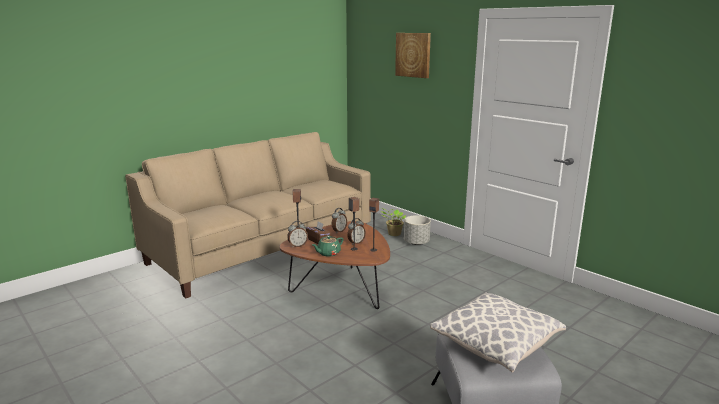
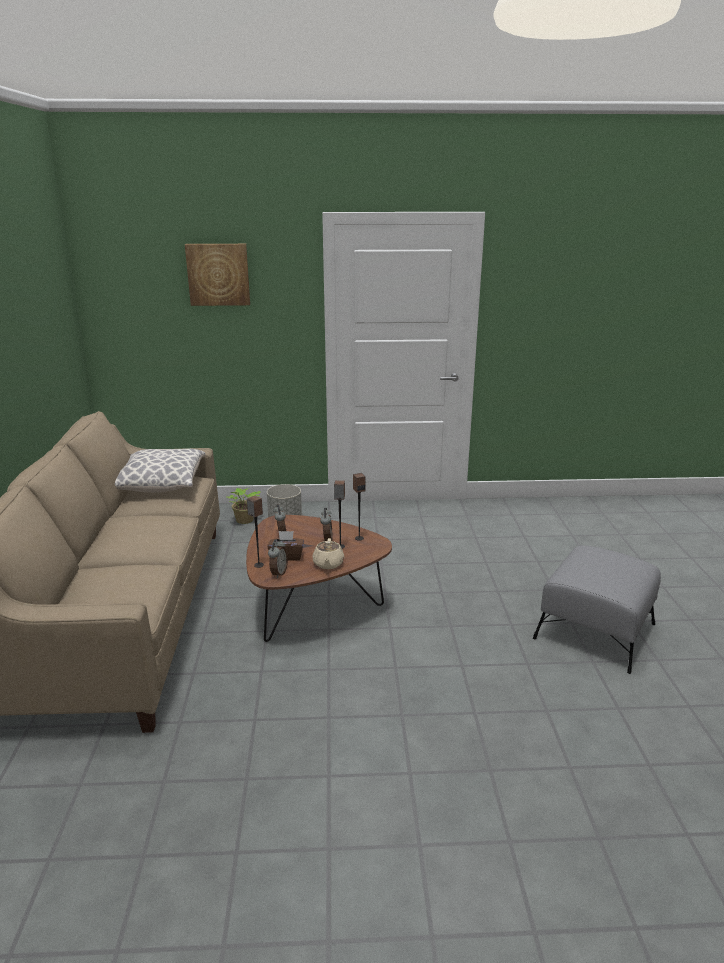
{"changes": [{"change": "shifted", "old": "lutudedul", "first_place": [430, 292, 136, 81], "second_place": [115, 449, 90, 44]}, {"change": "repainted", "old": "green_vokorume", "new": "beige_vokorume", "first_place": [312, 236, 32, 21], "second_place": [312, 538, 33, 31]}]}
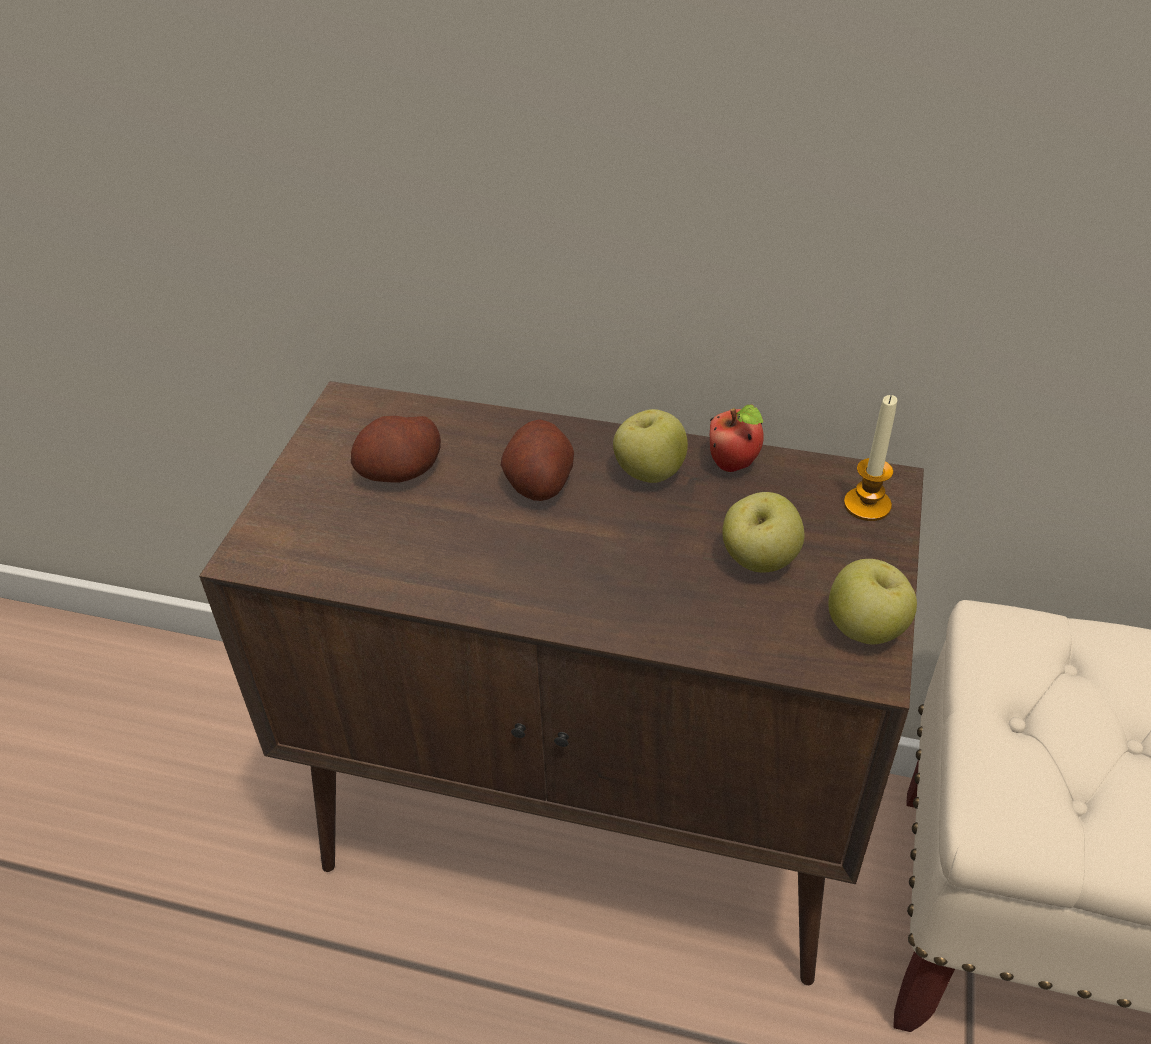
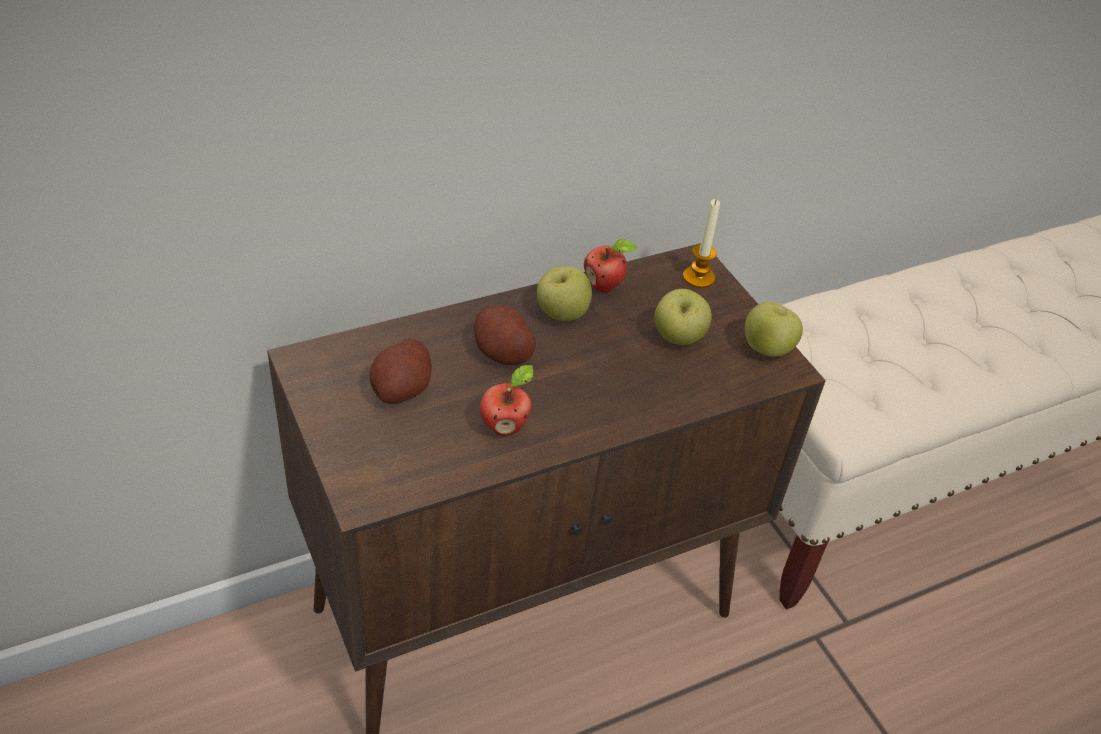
{"changes": [{"change": "new", "new": "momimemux", "second_place": [480, 365, 53, 71]}]}
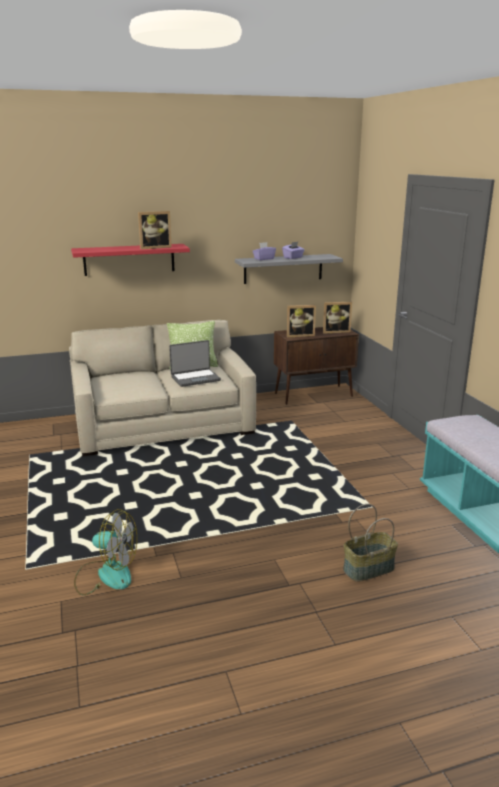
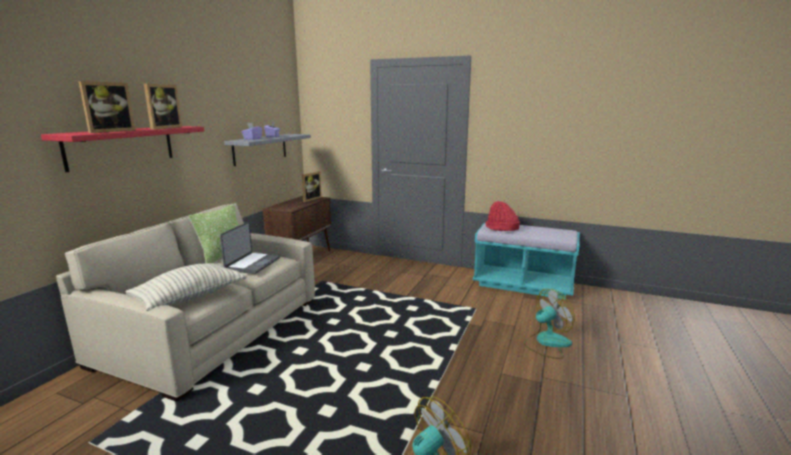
{"changes": [{"change": "shifted", "old": "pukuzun", "first_place": [287, 305, 29, 32], "second_place": [79, 81, 57, 52]}, {"change": "new", "new": "lutudedul", "second_place": [125, 263, 122, 48]}, {"change": "new", "new": "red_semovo", "second_place": [486, 201, 34, 30]}, {"change": "swapped", "old": "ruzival", "new": "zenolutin", "first_place": [343, 504, 55, 78], "second_place": [524, 289, 51, 70]}]}
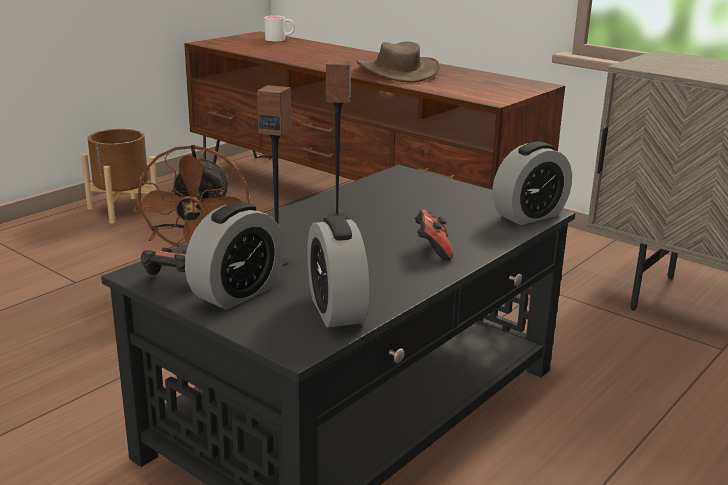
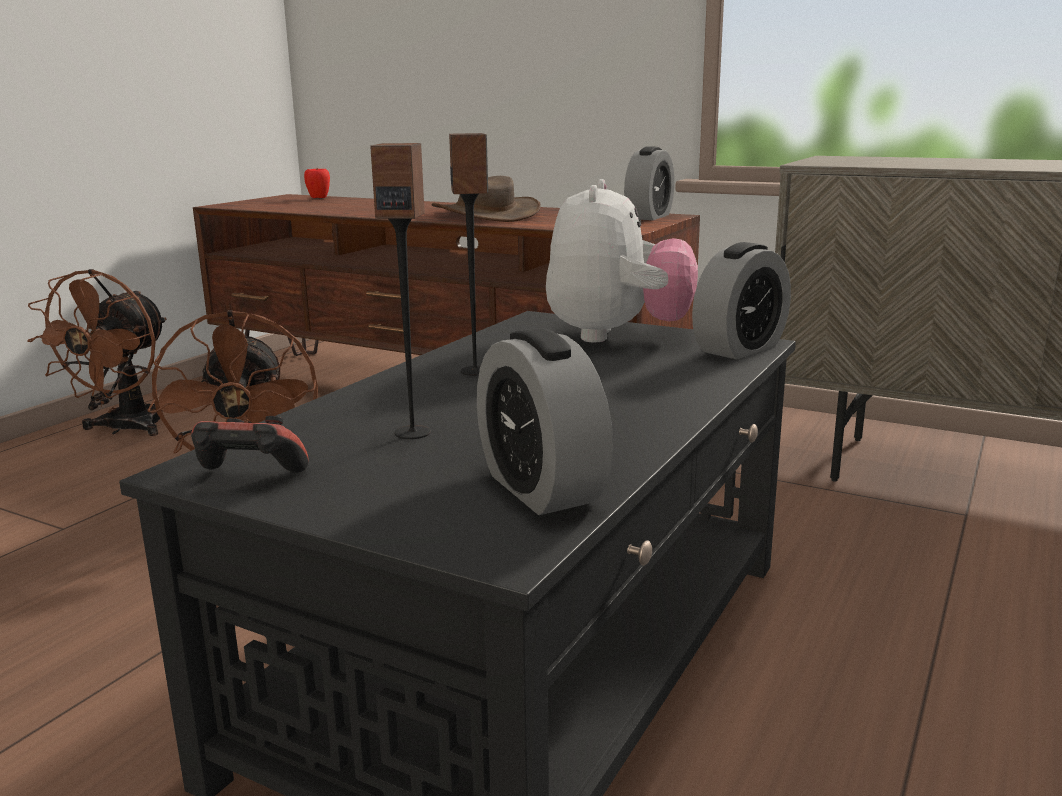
{"changes": [{"change": "swapped", "old": "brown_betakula", "new": "brown_zenolutin", "first_place": [81, 129, 77, 95], "second_place": [27, 269, 140, 167]}, {"change": "swapped", "old": "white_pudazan", "new": "momimemux", "first_place": [265, 16, 30, 25], "second_place": [304, 168, 26, 30]}, {"change": "new", "new": "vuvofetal", "second_place": [546, 179, 152, 163]}, {"change": "shifted", "old": "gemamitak", "first_place": [185, 202, 99, 108], "second_place": [624, 146, 50, 74]}, {"change": "gone", "old": "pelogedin", "first_place": [415, 209, 38, 51]}]}
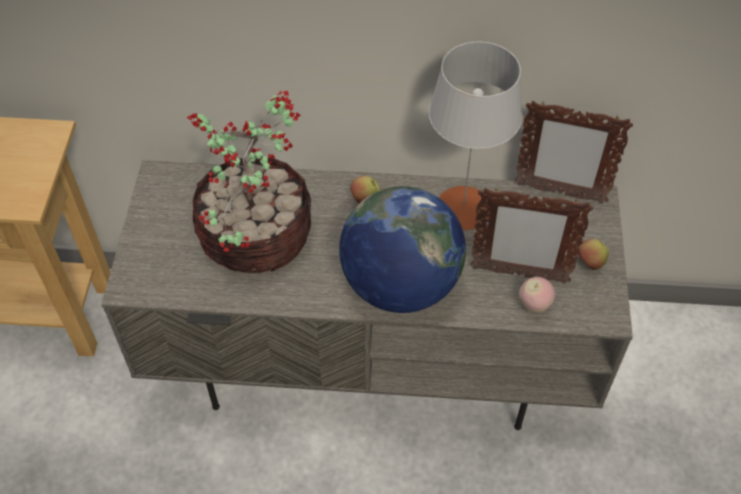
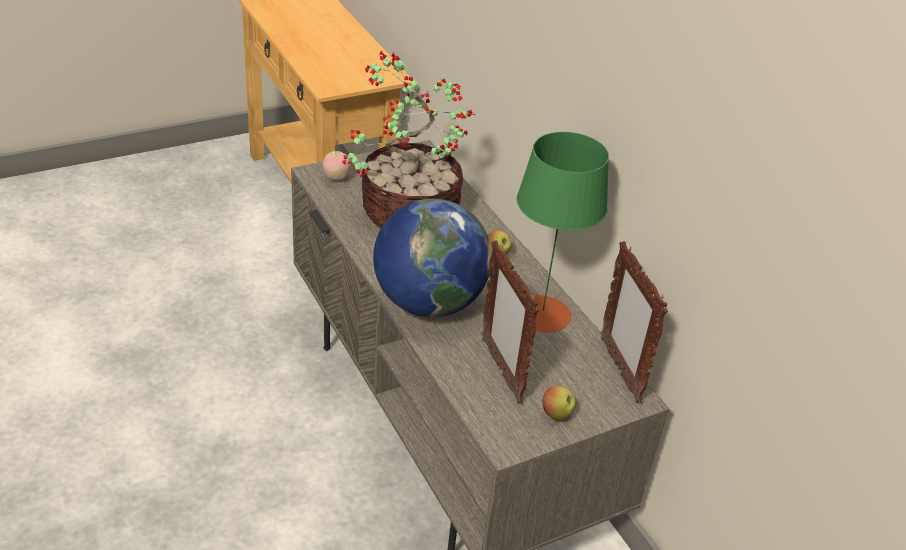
{"changes": [{"change": "shifted", "old": "momimemux", "first_place": [519, 277, 36, 36], "second_place": [322, 151, 29, 30]}, {"change": "repainted", "old": "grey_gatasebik", "new": "green_gatasebik", "first_place": [429, 42, 93, 188], "second_place": [517, 132, 92, 201]}]}
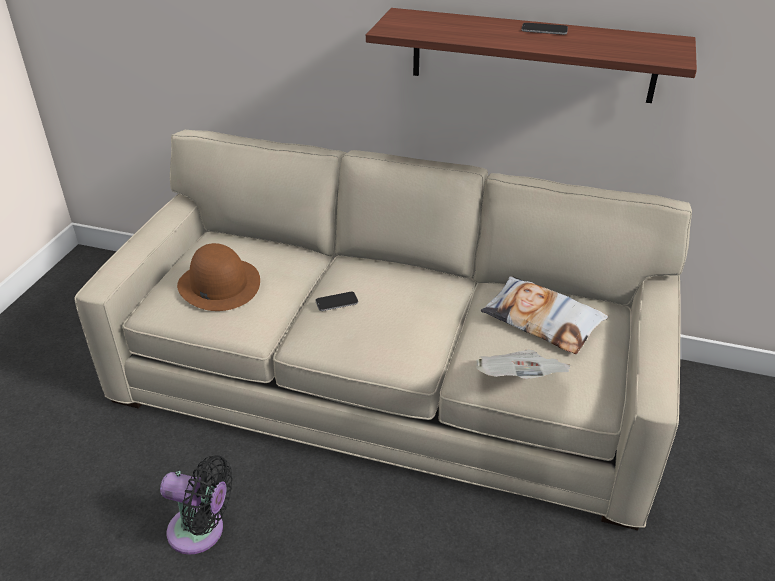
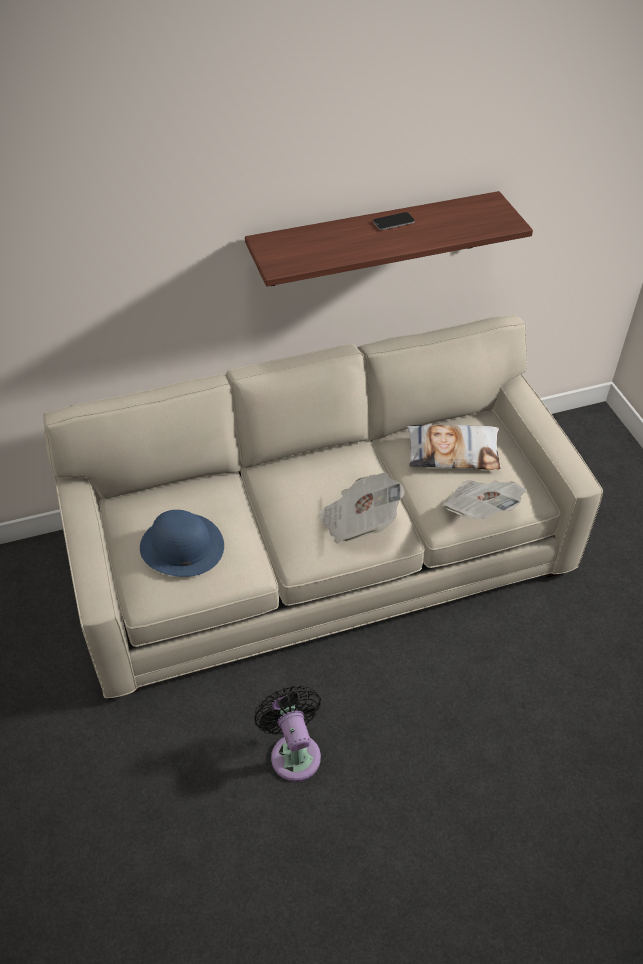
{"changes": [{"change": "repainted", "old": "brown_semovo", "new": "blue_semovo", "first_place": [177, 243, 83, 68], "second_place": [140, 510, 84, 67]}, {"change": "rotated", "old": "black_zenolutin", "first_place": [160, 455, 73, 100], "second_place": [254, 686, 67, 96], "degrees": -90}, {"change": "new", "new": "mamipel", "second_place": [319, 472, 86, 72]}, {"change": "gone", "old": "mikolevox", "first_place": [315, 292, 43, 19]}]}
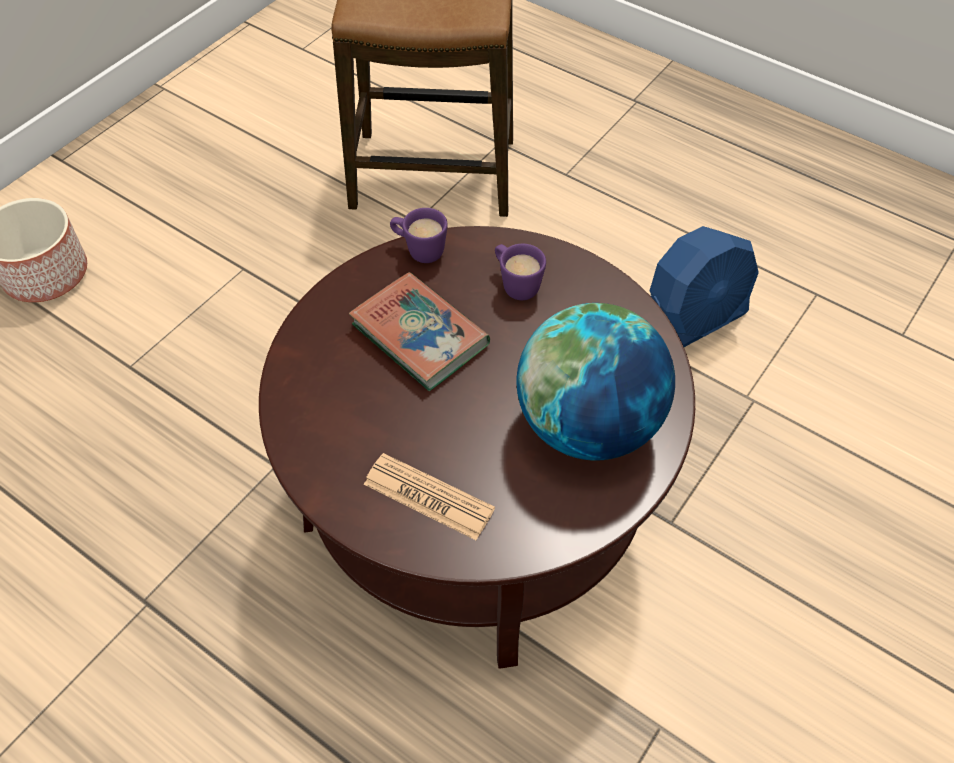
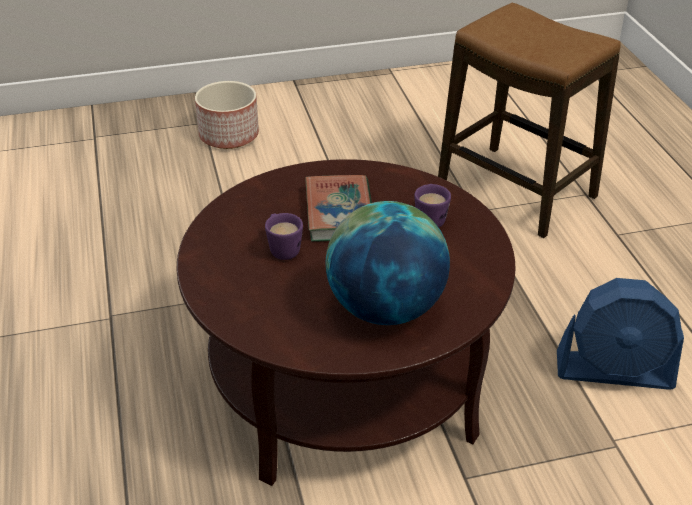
{"changes": [{"change": "shifted", "old": "purple_pudazan", "first_place": [390, 208, 58, 55], "second_place": [265, 213, 38, 47]}, {"change": "gone", "old": "mamipel", "first_place": [364, 453, 131, 87]}]}
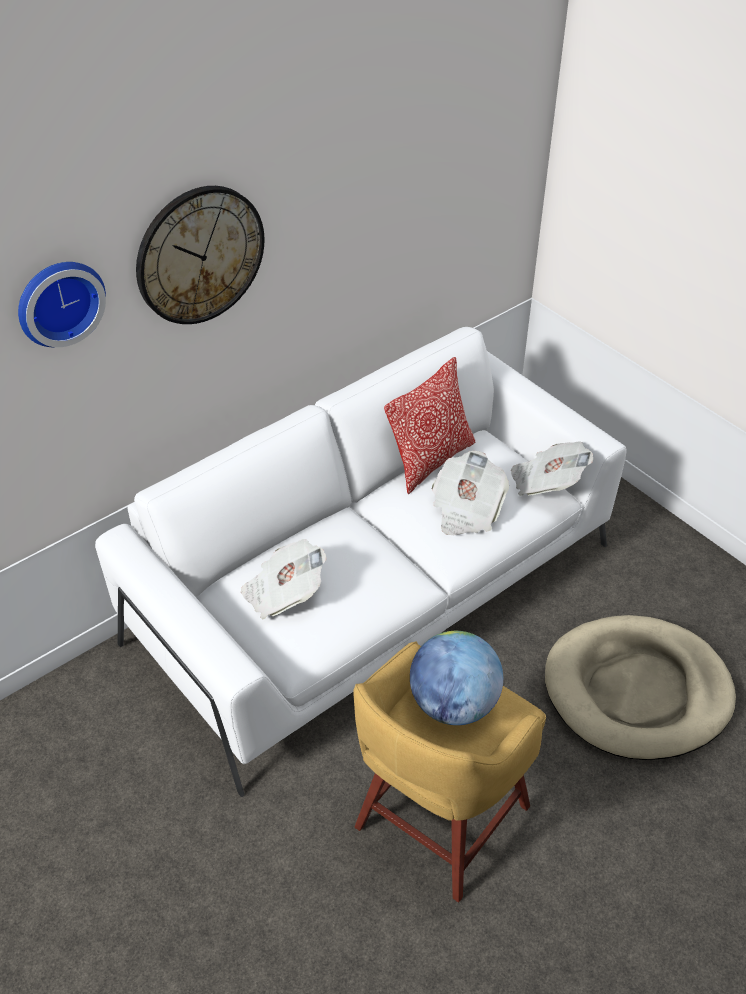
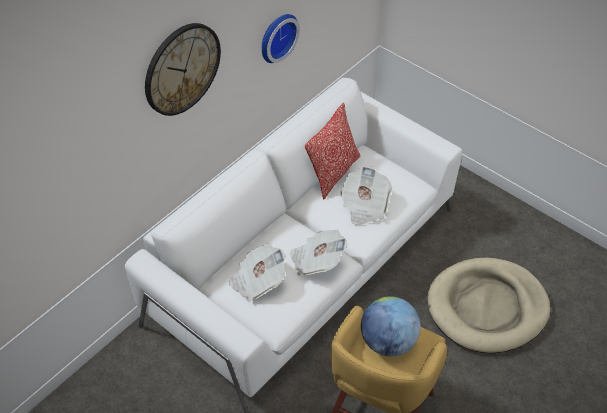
{"changes": [{"change": "shifted", "old": "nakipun", "first_place": [18, 262, 88, 85], "second_place": [262, 14, 38, 49]}, {"change": "shifted", "old": "mamipel", "first_place": [511, 441, 82, 55], "second_place": [290, 229, 57, 47]}]}
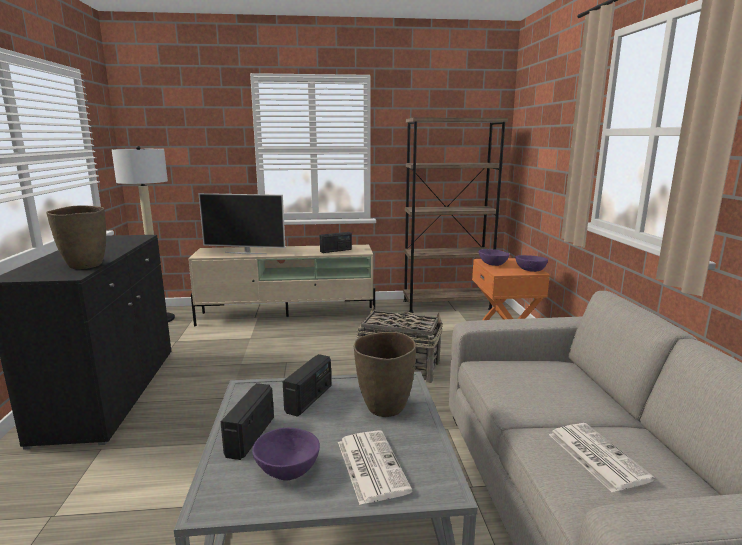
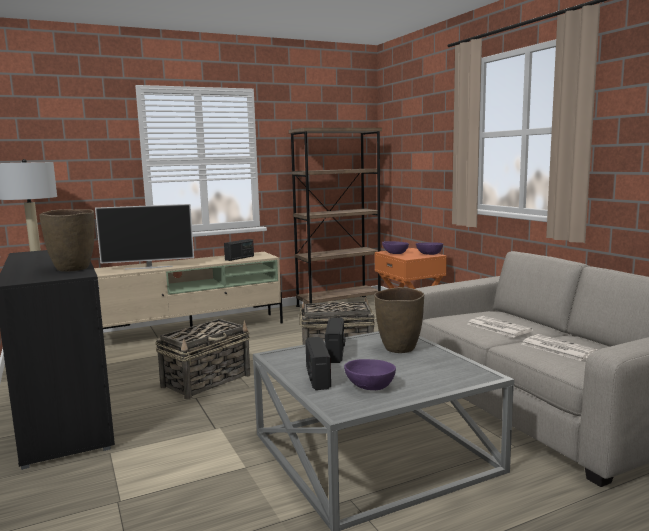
{"changes": [{"change": "new", "new": "ruzival", "second_place": [155, 319, 95, 81]}, {"change": "shifted", "old": "mamipel", "first_place": [338, 430, 74, 75], "second_place": [468, 316, 65, 21]}]}
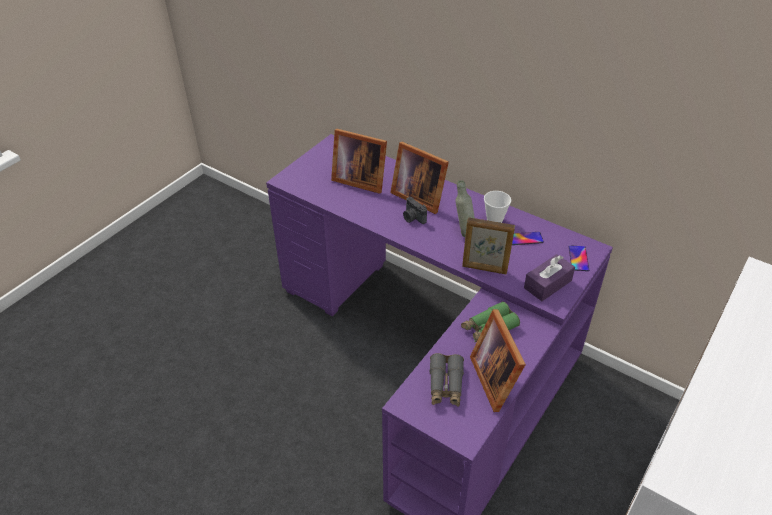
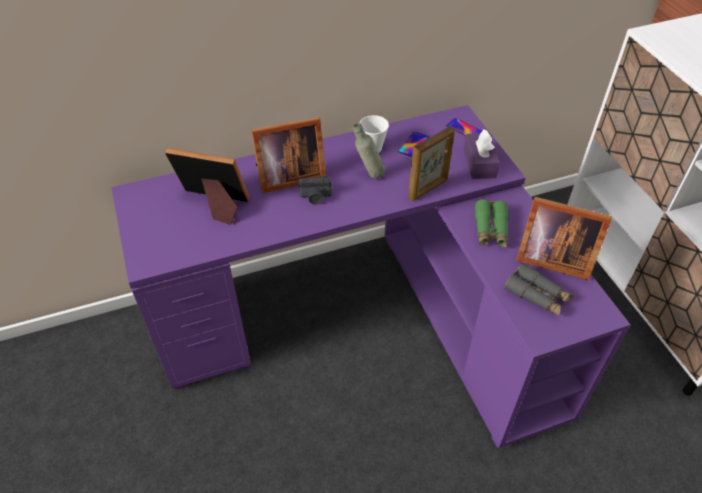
{"changes": [{"change": "rotated", "old": "pukuzun", "first_place": [331, 129, 56, 65], "second_place": [165, 148, 85, 77], "degrees": -135}]}
